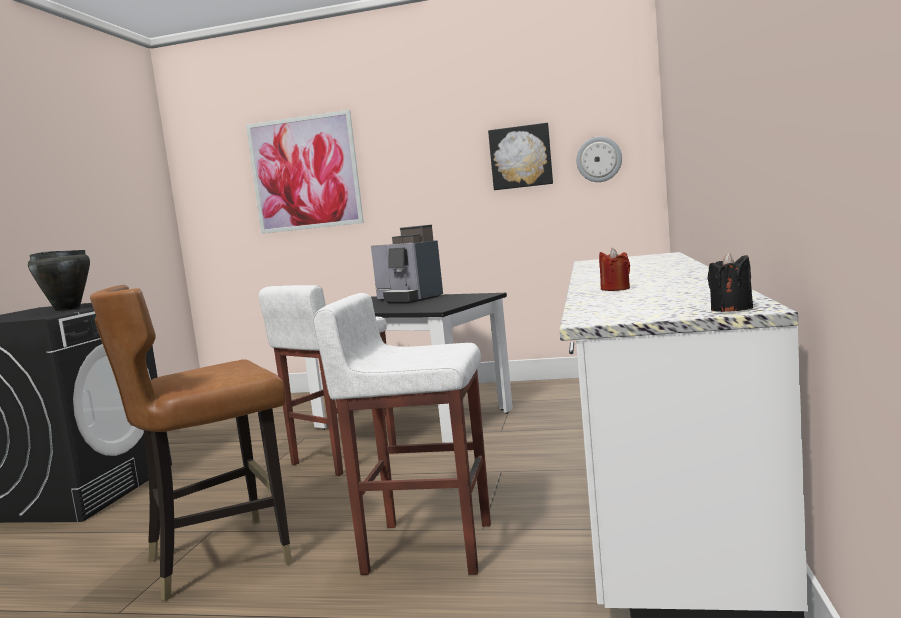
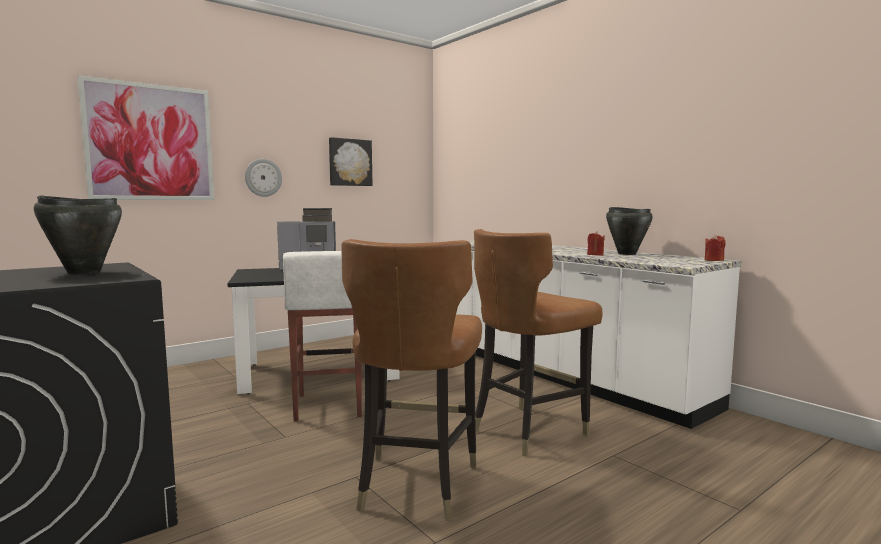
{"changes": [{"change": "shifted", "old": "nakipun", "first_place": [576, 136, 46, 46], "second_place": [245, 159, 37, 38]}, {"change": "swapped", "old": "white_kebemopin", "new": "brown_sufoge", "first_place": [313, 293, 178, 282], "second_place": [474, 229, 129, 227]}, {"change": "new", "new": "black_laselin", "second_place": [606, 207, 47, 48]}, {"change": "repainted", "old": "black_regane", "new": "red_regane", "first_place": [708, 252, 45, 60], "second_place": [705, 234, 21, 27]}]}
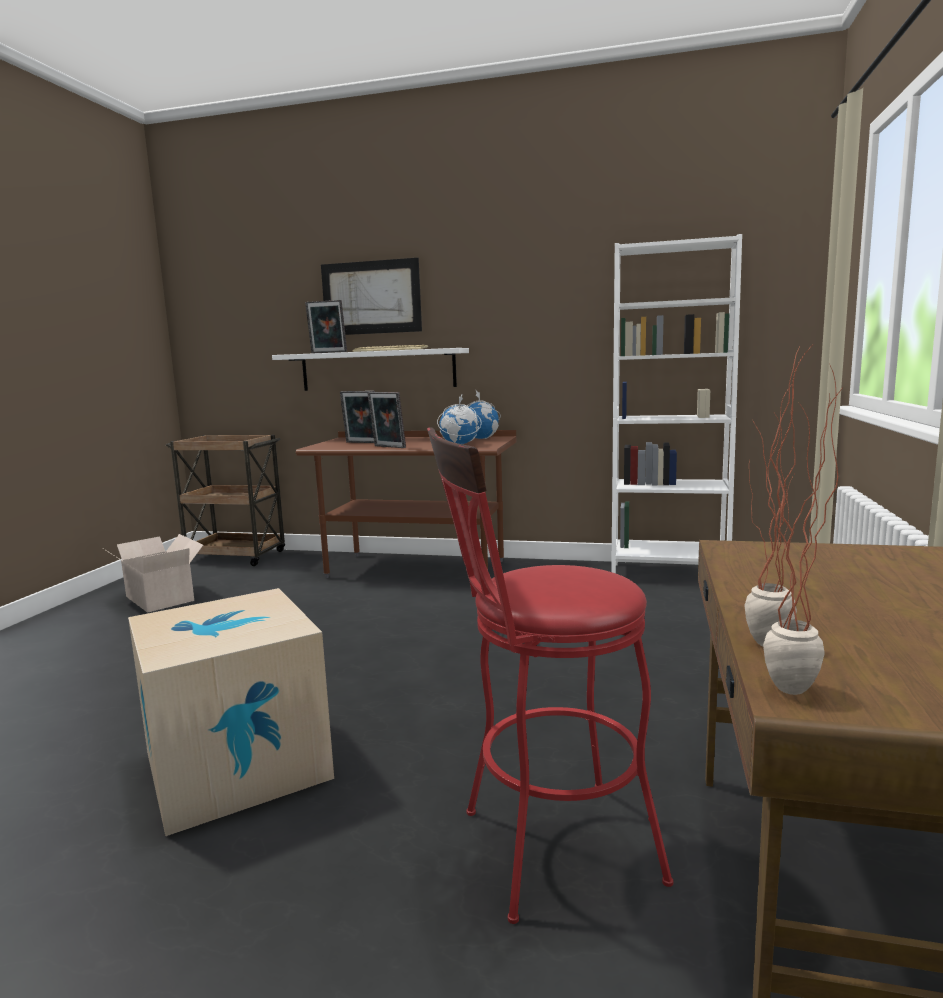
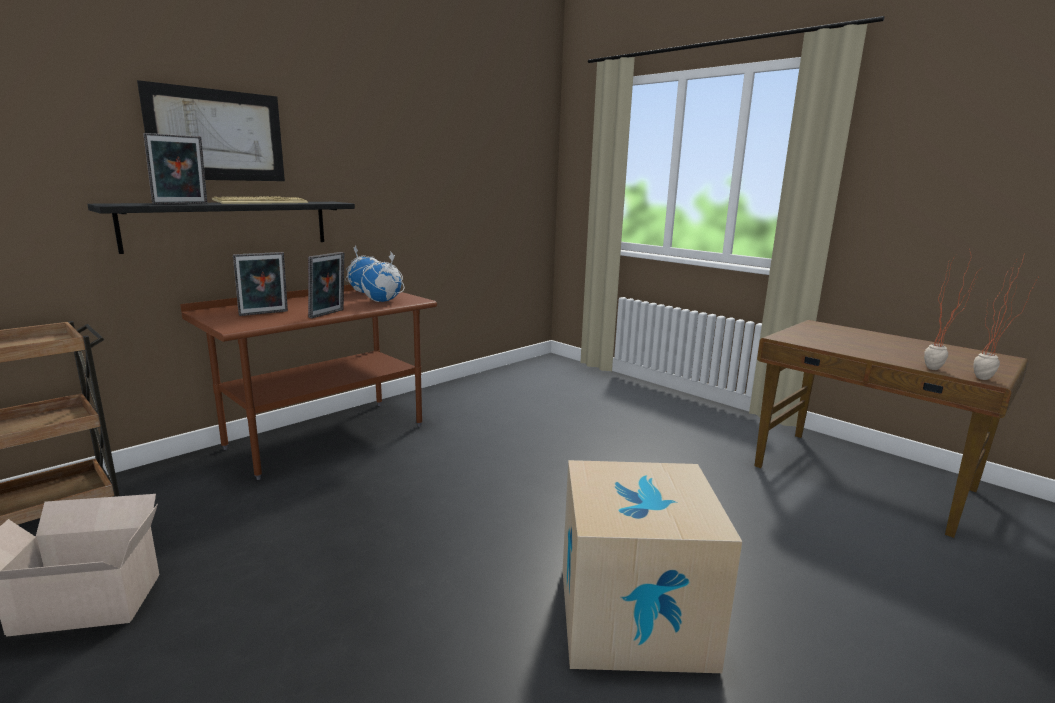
{"changes": [{"change": "repainted", "old": "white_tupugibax", "new": "black_tupugibax", "first_place": [272, 348, 197, 43], "second_place": [87, 202, 268, 52]}, {"change": "rotated", "old": "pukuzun", "first_place": [367, 392, 39, 56], "second_place": [308, 252, 36, 66], "degrees": -45}, {"change": "gone", "old": "red_kebemopin", "first_place": [427, 427, 246, 497]}, {"change": "gone", "old": "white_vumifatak", "first_place": [611, 234, 131, 339]}]}
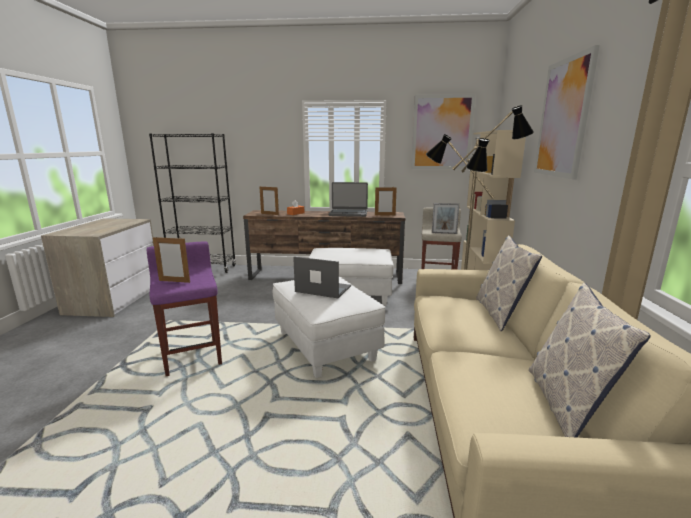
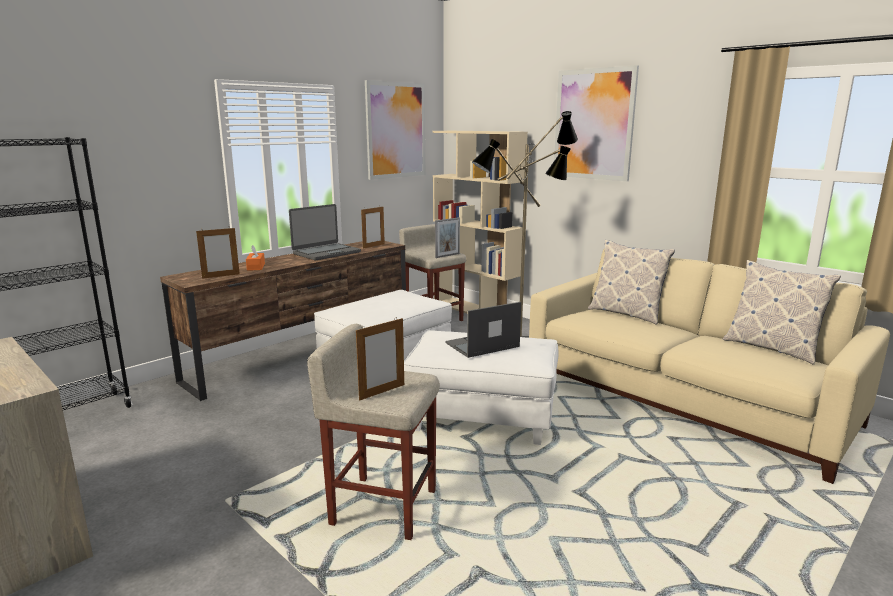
{"changes": [{"change": "repainted", "old": "purple_kebemopin", "new": "beige_kebemopin", "first_place": [147, 241, 75, 135], "second_place": [307, 324, 133, 216]}]}
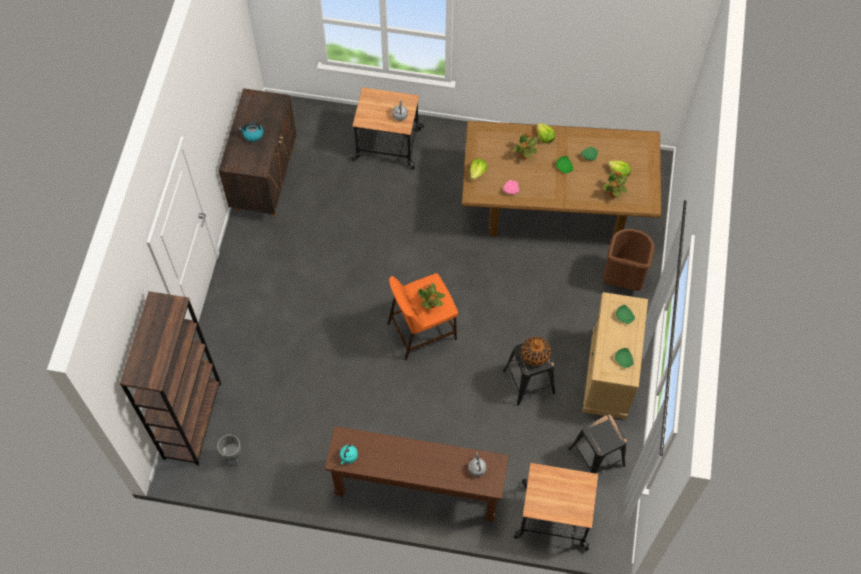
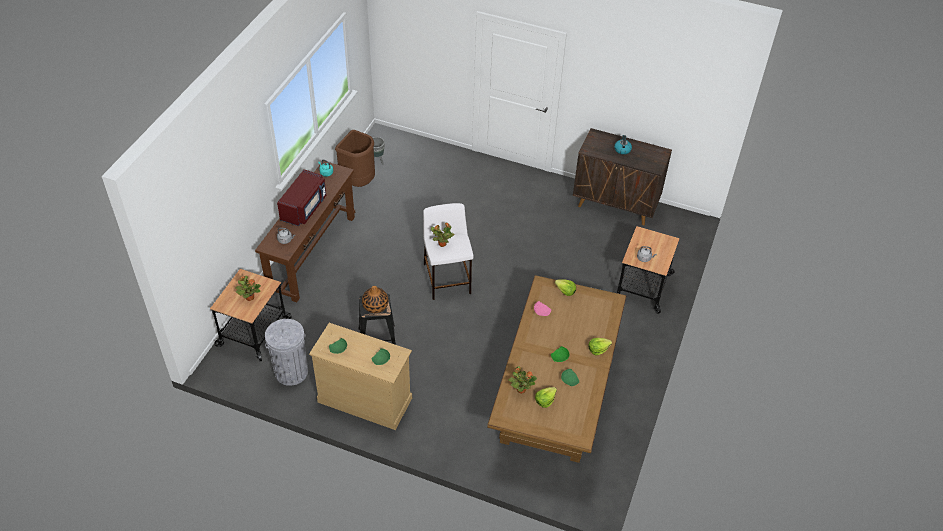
{"changes": [{"change": "shifted", "old": "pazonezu", "first_place": [514, 133, 24, 26], "second_place": [235, 276, 26, 25]}, {"change": "swapped", "old": "black_kebemopin", "new": "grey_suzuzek", "first_place": [568, 414, 59, 60], "second_place": [265, 319, 43, 67]}, {"change": "new", "new": "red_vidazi", "second_place": [277, 169, 49, 57]}, {"change": "shifted", "old": "brown_suzuzek", "first_place": [602, 229, 53, 62], "second_place": [335, 130, 40, 57]}, {"change": "repainted", "old": "orange_kebemopin", "new": "white_kebemopin", "first_place": [387, 273, 71, 88], "second_place": [423, 203, 50, 97]}, {"change": "gone", "old": "brown_vumifatak", "first_place": [120, 291, 101, 174]}]}
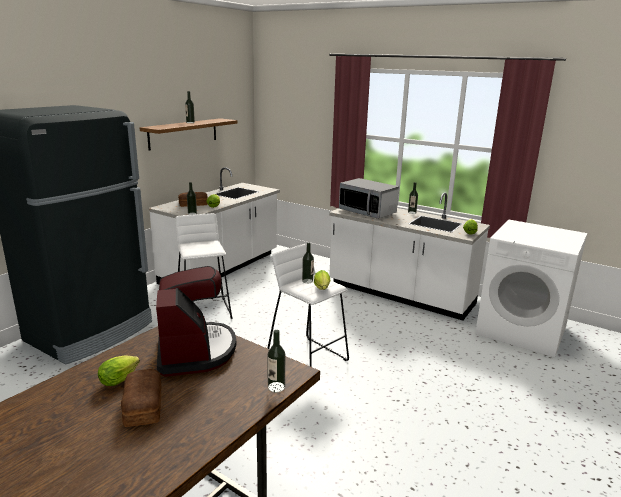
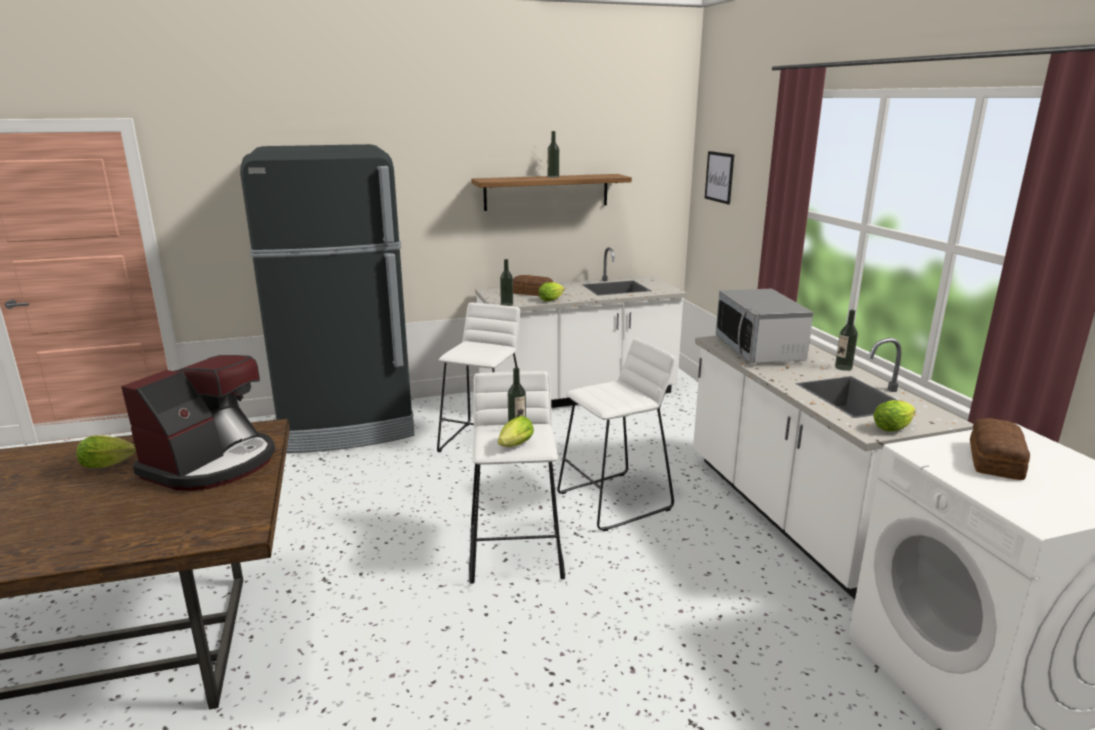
{"changes": [{"change": "new", "new": "white_kebemopin", "second_place": [557, 338, 119, 193]}, {"change": "new", "new": "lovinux", "second_place": [705, 151, 29, 54]}, {"change": "shifted", "old": "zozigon", "first_place": [121, 369, 40, 58], "second_place": [970, 418, 60, 62]}, {"change": "gone", "old": "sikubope", "first_place": [267, 330, 18, 62]}]}
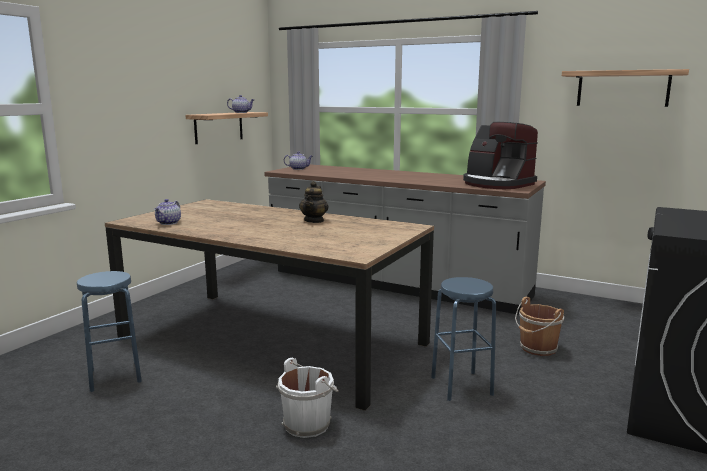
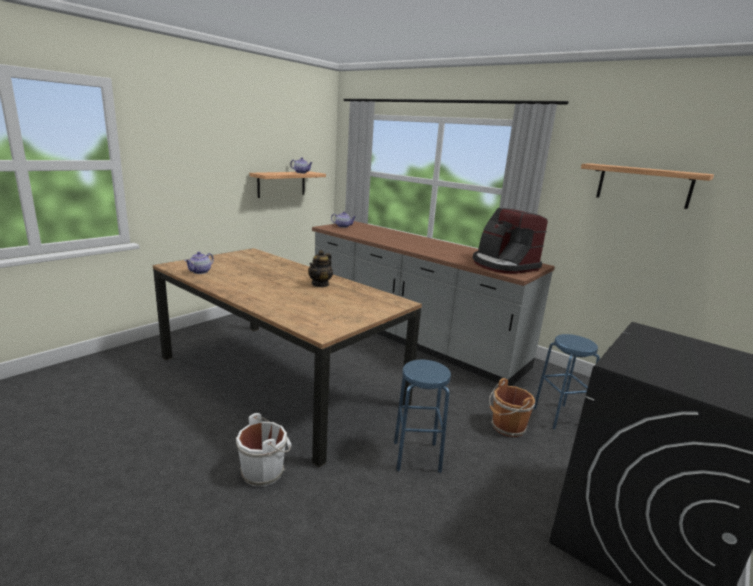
{"changes": [{"change": "shifted", "old": "blue_kebemopin", "first_place": [77, 271, 65, 121], "second_place": [533, 334, 67, 95]}]}
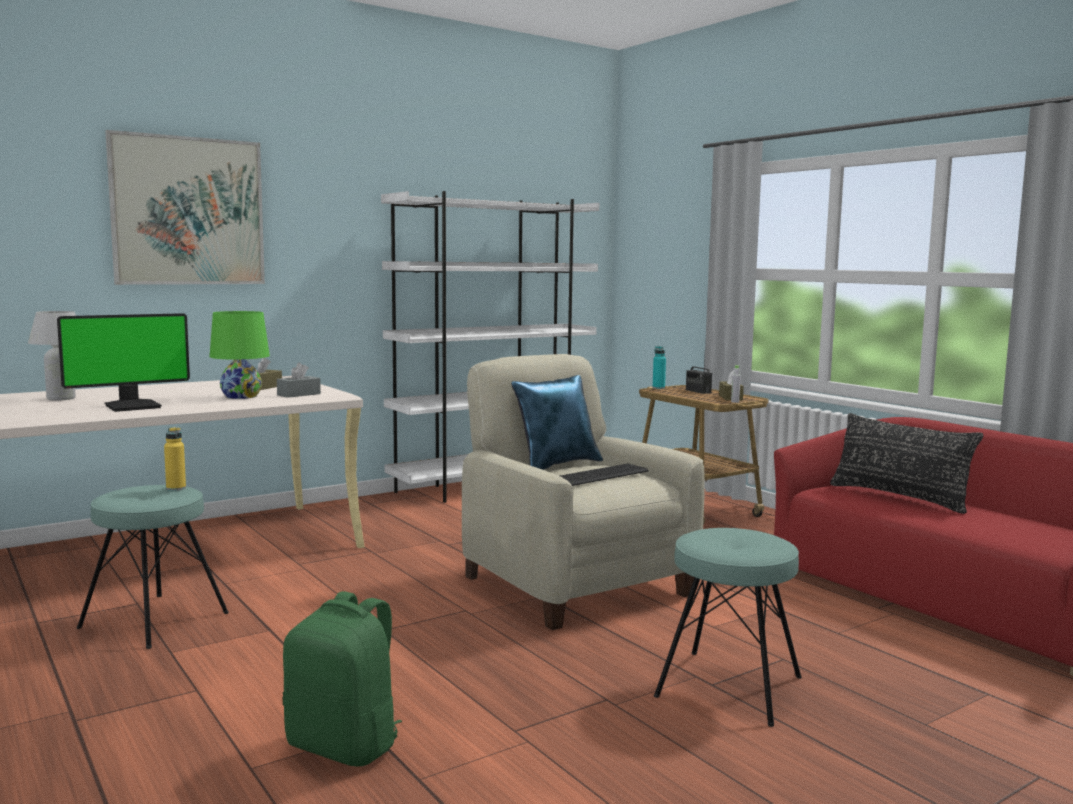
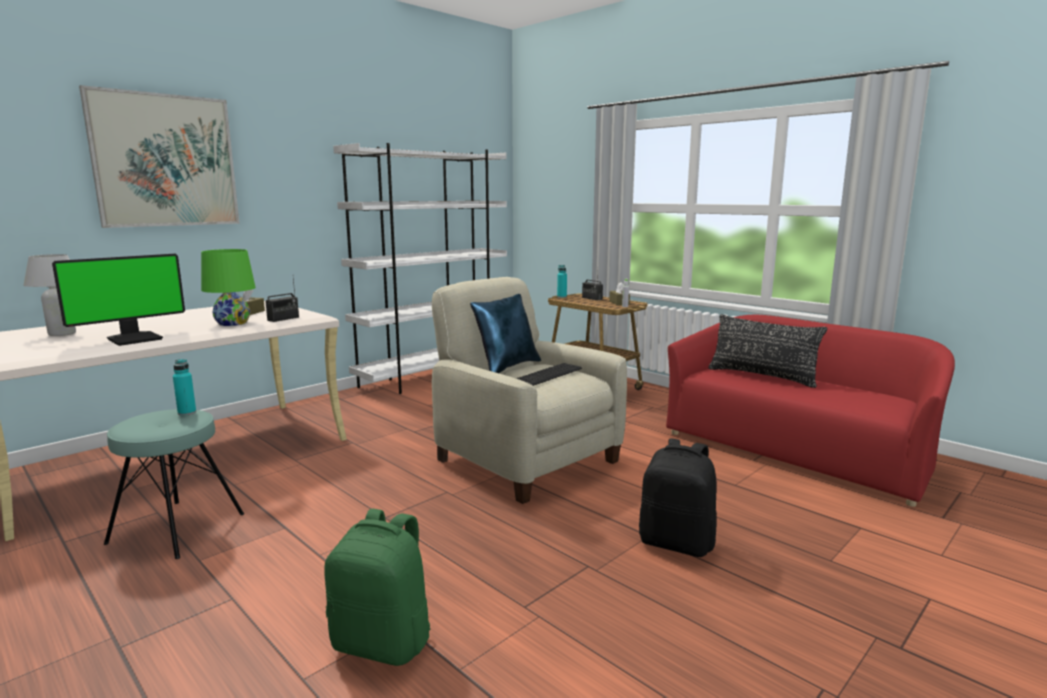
{"changes": [{"change": "repainted", "old": "yellow_sikubope", "new": "turquoise_sikubope", "first_place": [164, 427, 22, 64], "second_place": [173, 359, 23, 57]}, {"change": "swapped", "old": "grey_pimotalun", "new": "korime", "first_place": [277, 363, 44, 35], "second_place": [265, 278, 34, 44]}, {"change": "swapped", "old": "turquoise_kebemopin", "new": "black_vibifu", "first_place": [654, 528, 148, 199], "second_place": [639, 439, 78, 118]}]}
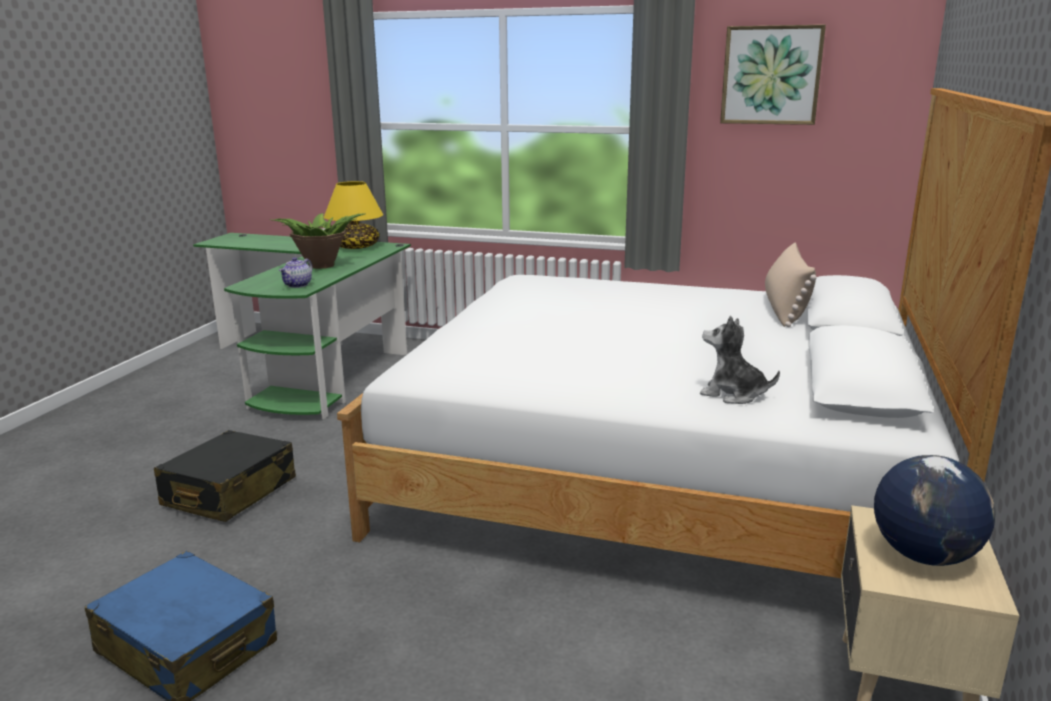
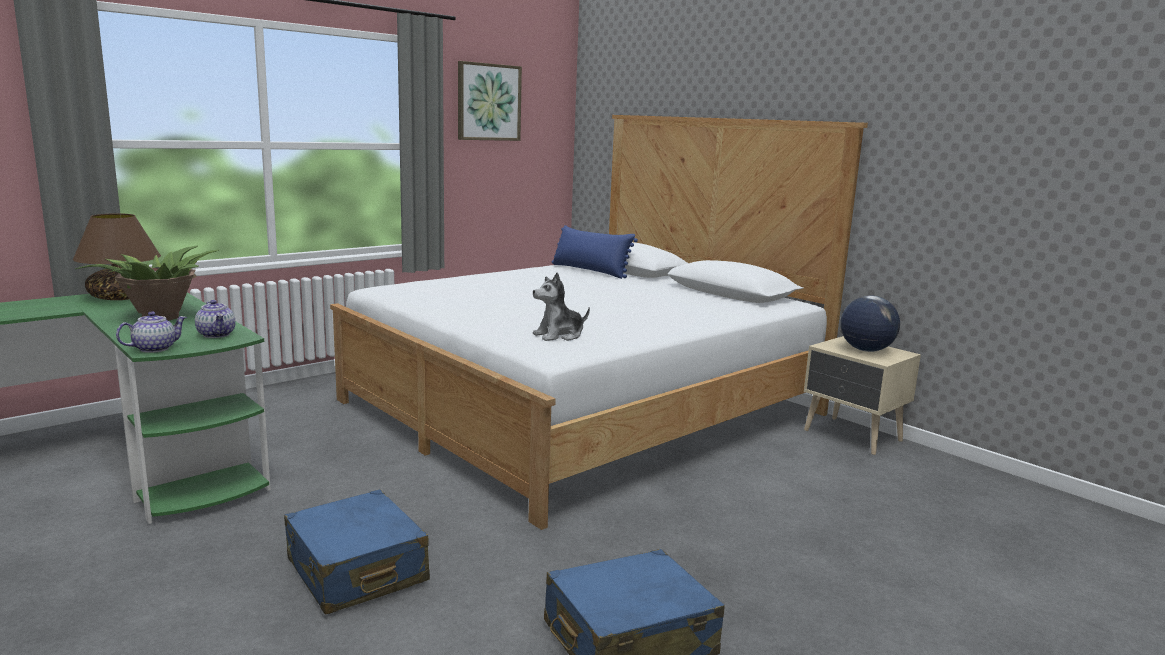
{"changes": [{"change": "repainted", "old": "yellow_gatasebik", "new": "brown_gatasebik", "first_place": [324, 181, 59, 68], "second_place": [73, 213, 88, 87]}, {"change": "new", "new": "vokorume", "second_place": [116, 311, 71, 42]}, {"change": "repainted", "old": "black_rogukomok", "new": "blue_rogukomok", "first_place": [154, 430, 142, 92], "second_place": [284, 489, 146, 126]}, {"change": "shifted", "old": "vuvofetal", "first_place": [700, 316, 80, 88], "second_place": [533, 272, 57, 69]}, {"change": "repainted", "old": "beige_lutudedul", "new": "blue_lutudedul", "first_place": [765, 242, 52, 85], "second_place": [552, 225, 86, 54]}]}
